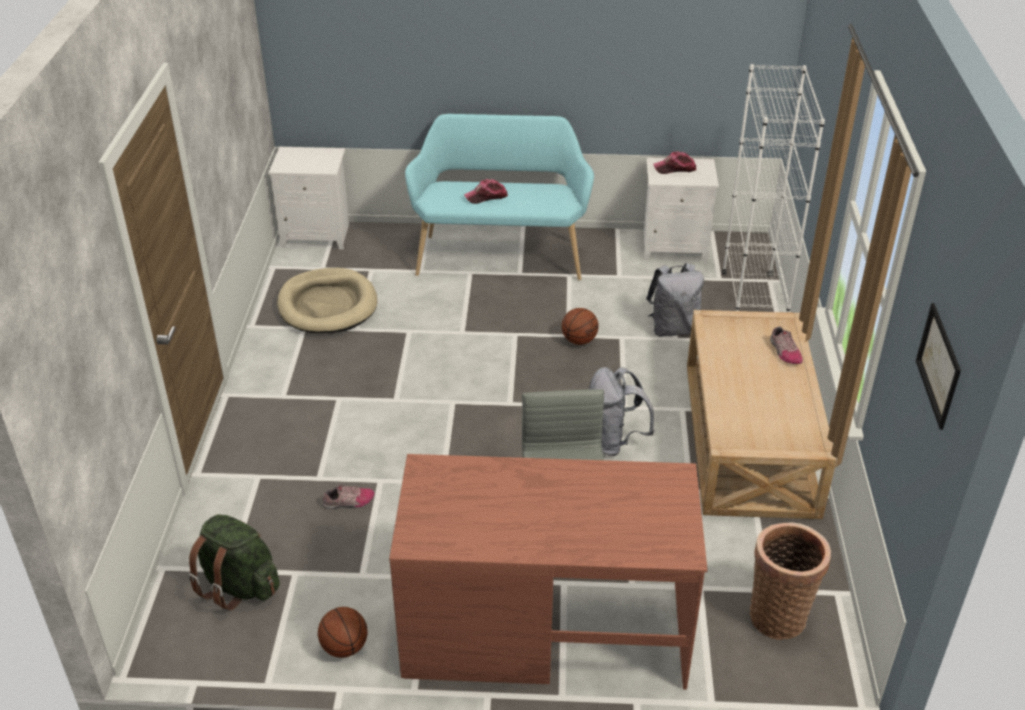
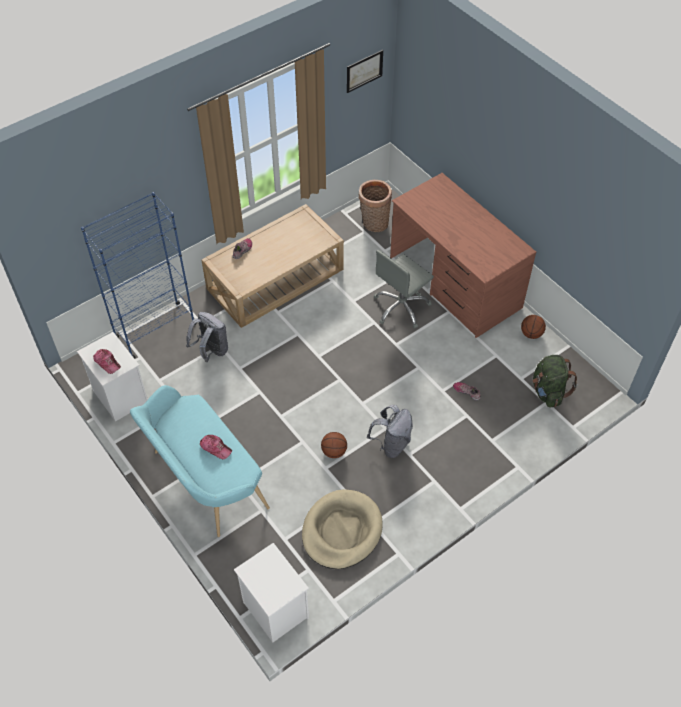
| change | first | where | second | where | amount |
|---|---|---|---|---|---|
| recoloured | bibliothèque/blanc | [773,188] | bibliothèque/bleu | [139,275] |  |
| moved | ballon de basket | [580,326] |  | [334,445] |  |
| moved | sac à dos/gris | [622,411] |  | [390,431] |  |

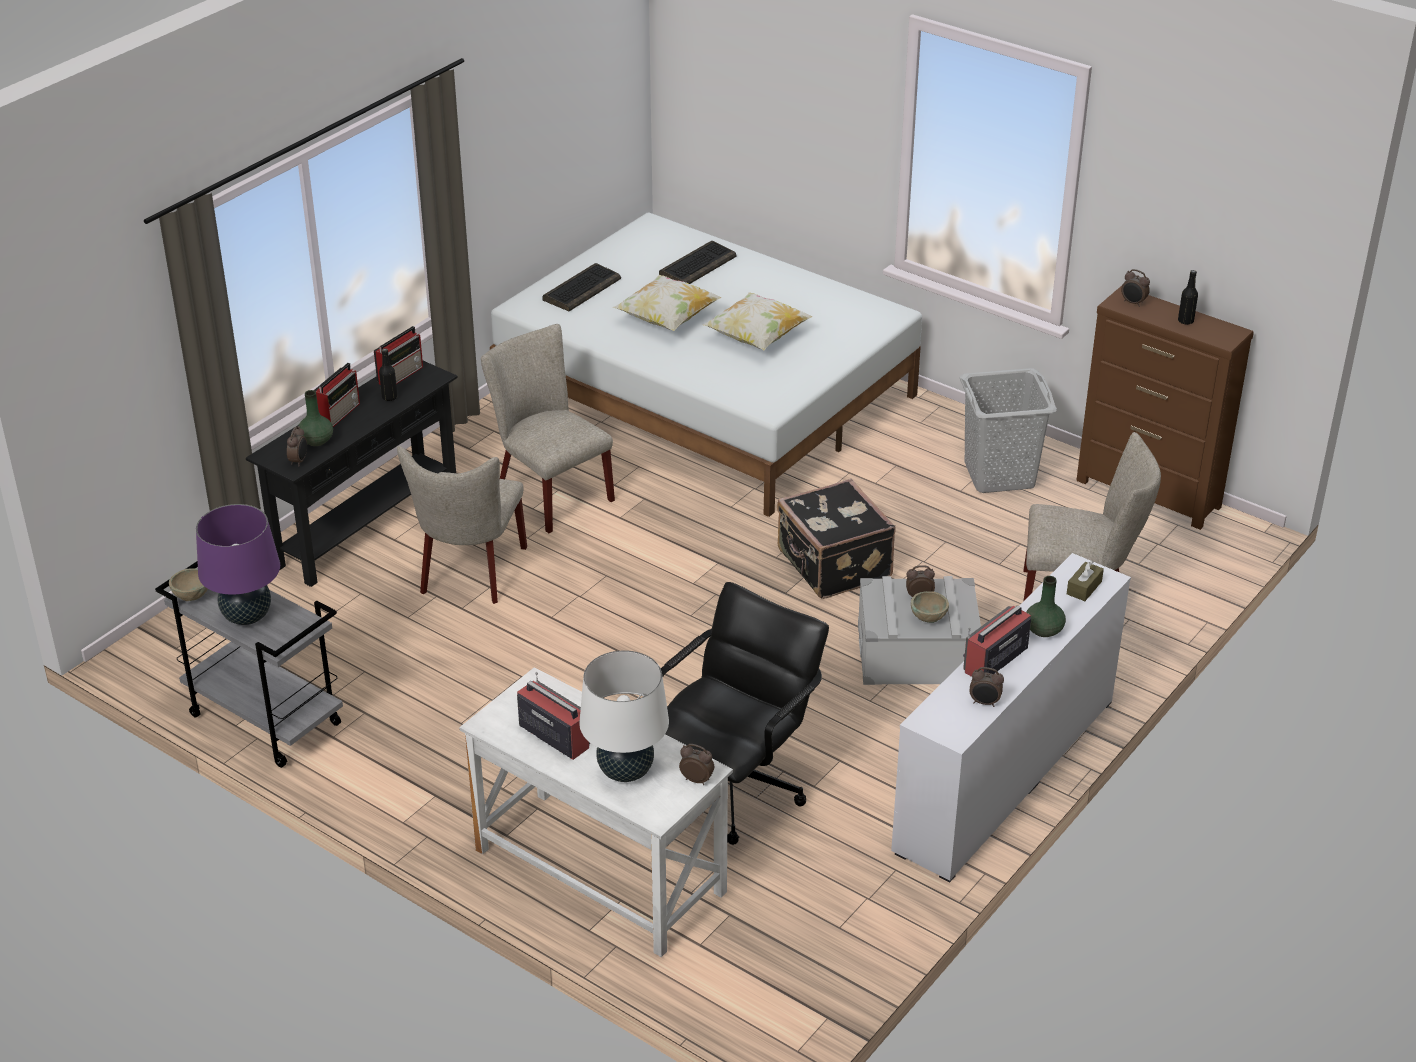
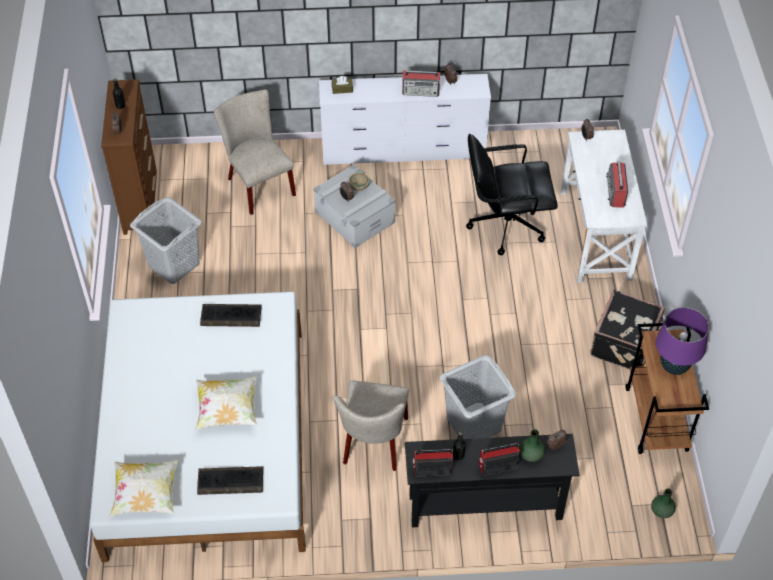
| change | first | where | second | where | amount |
|---|---|---|---|---|---|
| moved | clavier | [697,262] |  | [231,315] |  |
| moved | coussin | [757,321] |  | [143,488] |  |
| replaced | chaise/beige | [462,525] | panier à linge/gris | [478,397] |  |
| moved | valise/noir | [836,539] |  | [627,329] |  |
| recoloured | chariot/gris | [249,665] | chariot/marron | [667,388] |  |
| removed | bol/beige | [188,584] |  |  |  |
| moved | vase/vert | [1046,606] |  | [663,503] |  |
| removed | lampe de table/blanc | [624,716] |  |  |  |

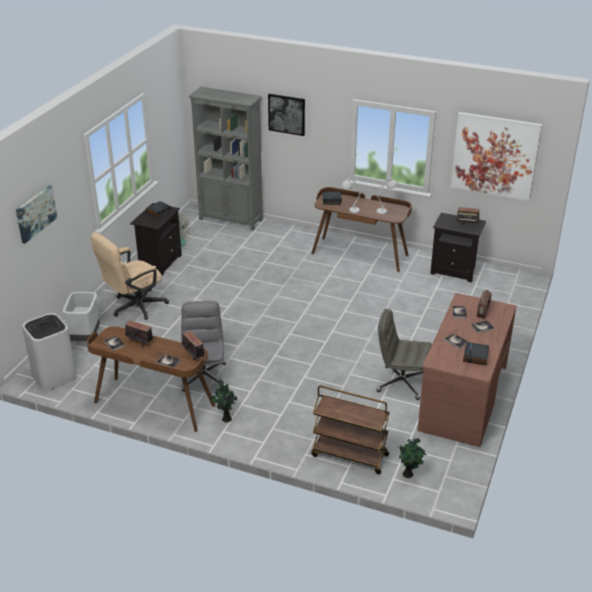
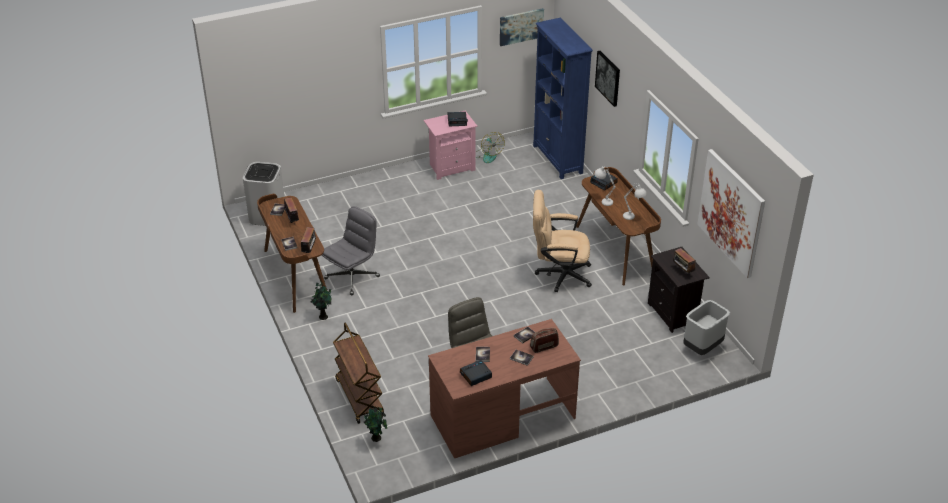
| change | first | where | second | where | amount |
|---|---|---|---|---|---|
| recoloured | bibliothèque/gris | [225,159] | bibliothèque/bleu | [563,98] |  |
| moved | tableau | [36,214] |  | [522,27] |  |
| recoloured | table de chevet/noir | [156,239] | table de chevet/rose | [451,145] |  |
| moved | chaise de bureau/beige | [130,276] |  | [562,241] |  |
| moved | poubelle/gris | [81,316] |  | [706,327] |  |

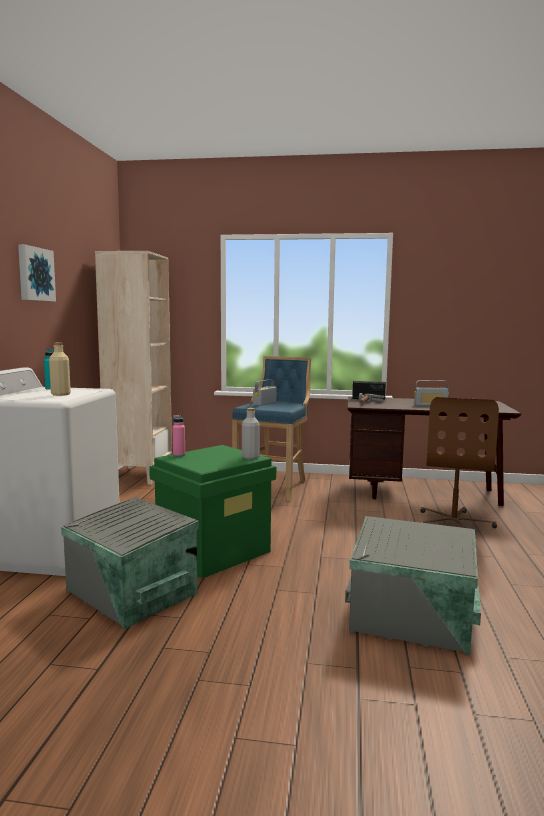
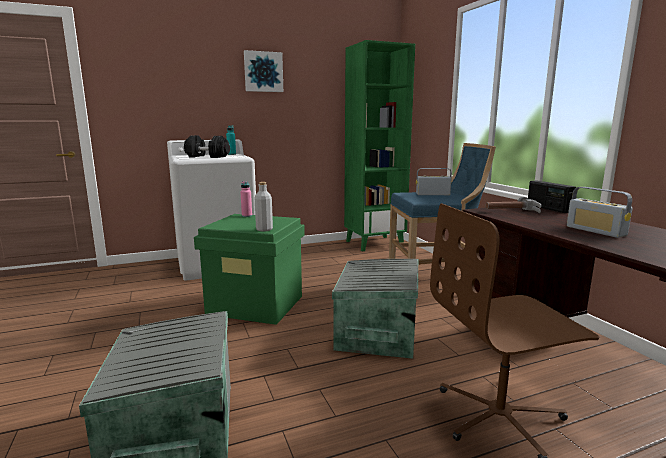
| change | first | where | second | where | amount |
|---|---|---|---|---|---|
| recoloured | bibliothèque/beige | [133,368] | bibliothèque/vert | [379,145] |  |
| replaced | bouteille/beige | [60,369] | haltère/noir | [207,146] |  |
| moved | boîte de rangement/gris | [130,563] |  | [375,309] |  |

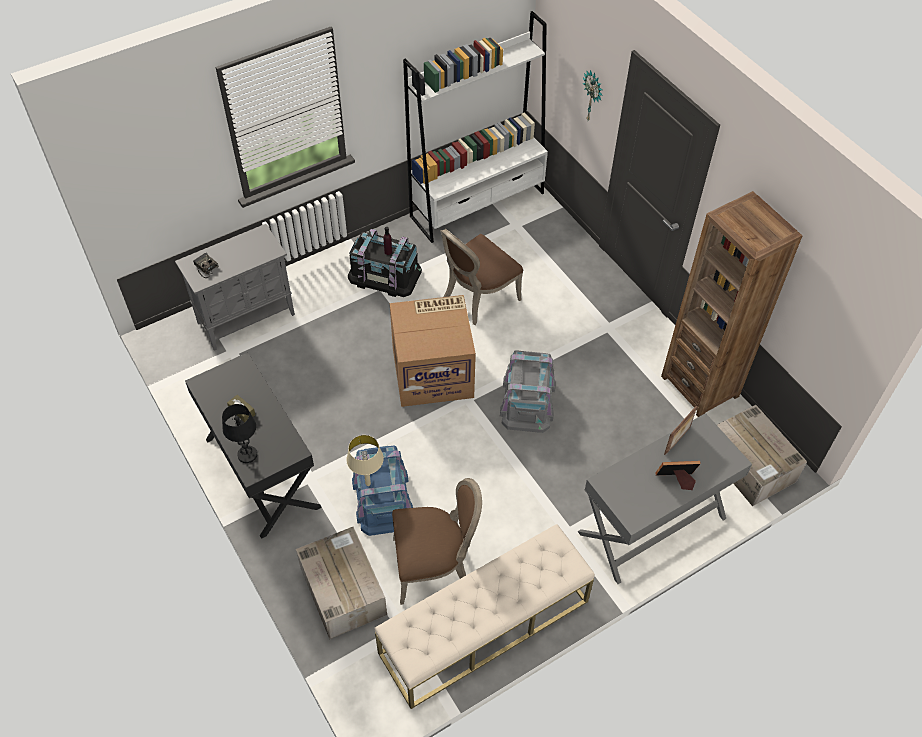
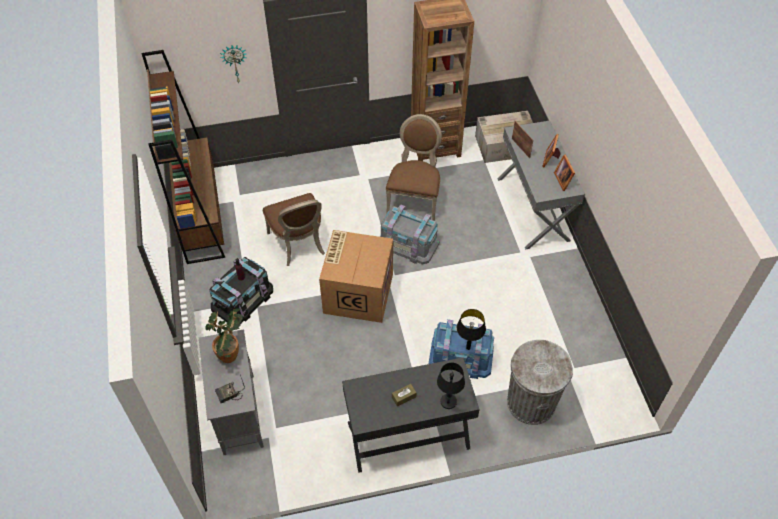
| change | first | where | second | where | amount |
|---|---|---|---|---|---|
| recoloured | bibliothèque/blanc | [475,127] | bibliothèque/marron | [183,157] |  |
| recoloured | lampe de table/beige | [365,460] | lampe de table/noir | [471,329] |  |
| moved | chaise/marron | [437,541] |  | [414,167] |  |
| removed | banc/beige | [484,616] |  |  |  |
| replaced | carton | [341,583] | poubelle/gris | [540,382] |  |
| added |  |  | cadre photo | [564,173] |  |
| added |  |  | plante en pot | [224,335] |  |

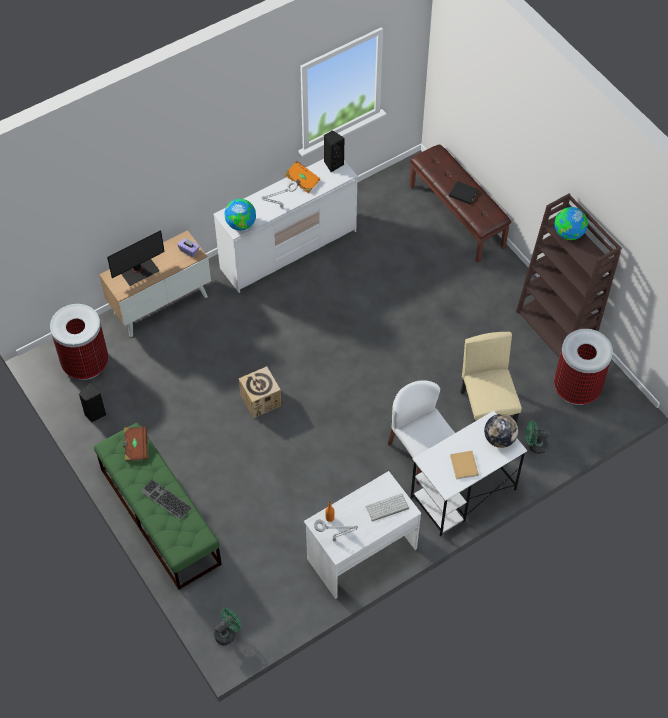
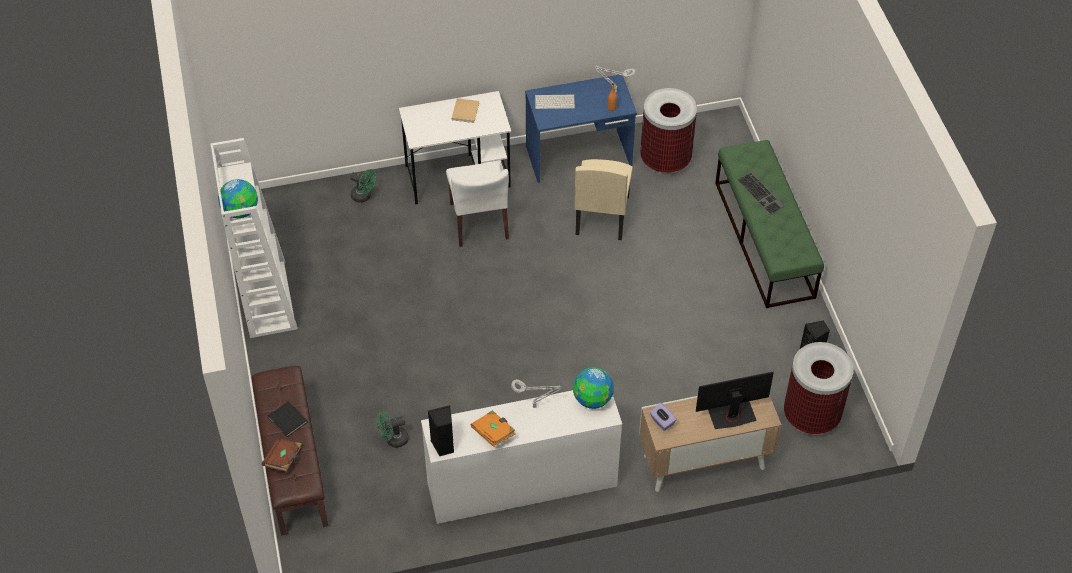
| change | first | where | second | where | amount |
|---|---|---|---|---|---|
| recoloured | bibliothèque/marron | [569,275] | bibliothèque/blanc | [254,238] |  |
| moved | poubelle | [583,367] |  | [668,132] |  |
| moved | chaise/beige | [491,377] |  | [604,199] |  |
| removed | carton | [260,392] |  |  |  |
| removed | globe | [501,431] |  |  |  |
| moved | livre/marron | [135,443] |  | [282,455] |  |
| recoloured | bureau/blanc | [362,535] | bureau/bleu | [581,129] |  |
| moved | ventilateur/vert | [227,627] |  | [393,429] |  |

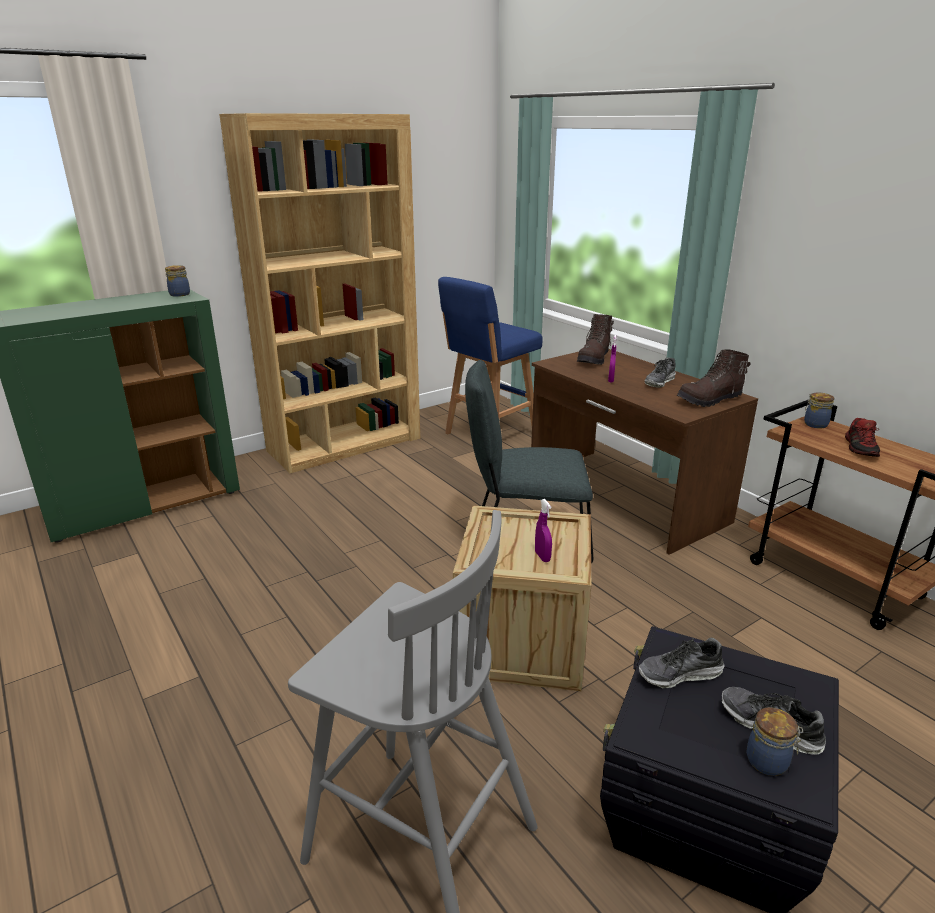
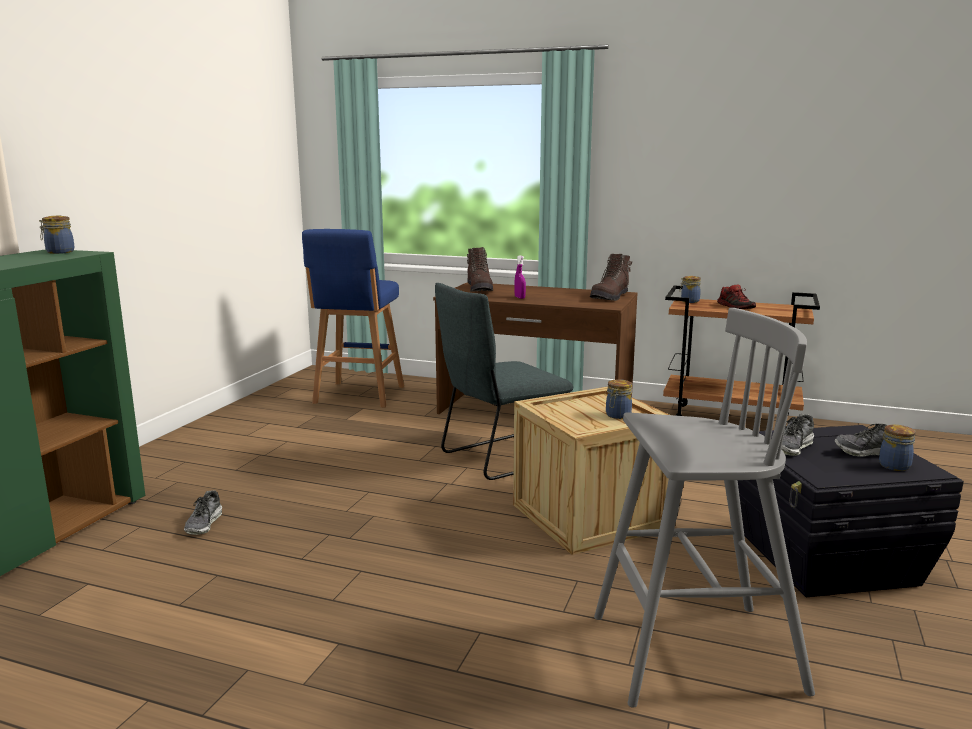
| change | first | where | second | where | amount |
|---|---|---|---|---|---|
| removed | bibliothèque/marron | [319,293] |  |  |  |
| moved | chaussure | [660,372] |  | [203,512] |  |
| replaced | vaporisateur/violet | [543,530] | bocal | [619,399] |  |

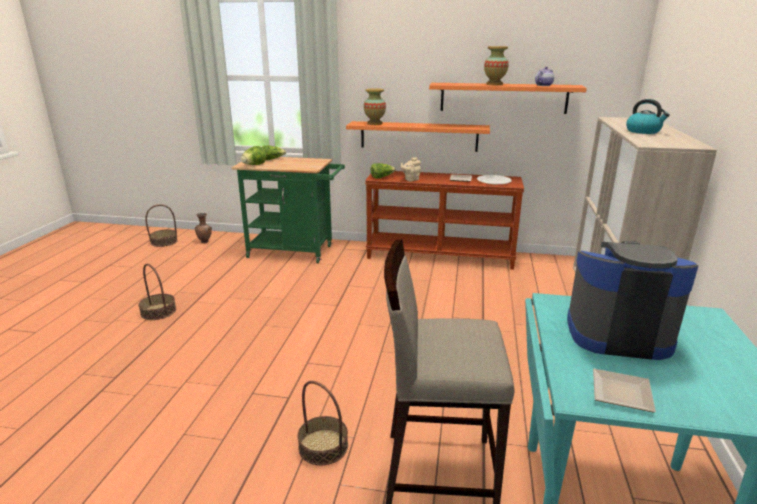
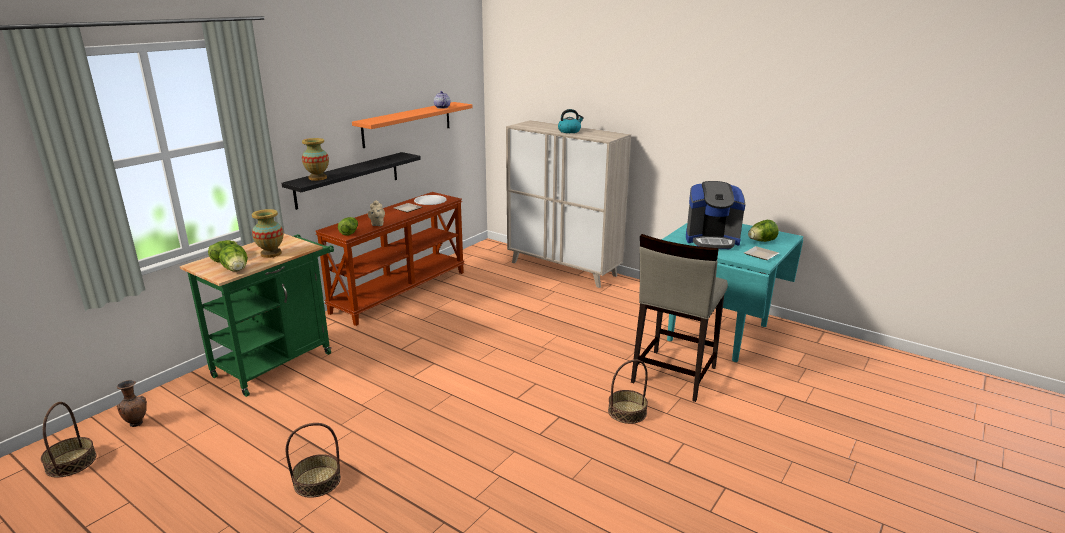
| change | first | where | second | where | amount |
|---|---|---|---|---|---|
| moved | vase | [496,65] |  | [267,233] |  |
| recoloured | étagère/orange | [418,136] | étagère/noir | [351,181] |  |
| turned | machine à café | [632,300] |  | [715,215] | 120 degrees counterclockwise |
| added |  |  | laitue | [763,231] |  |

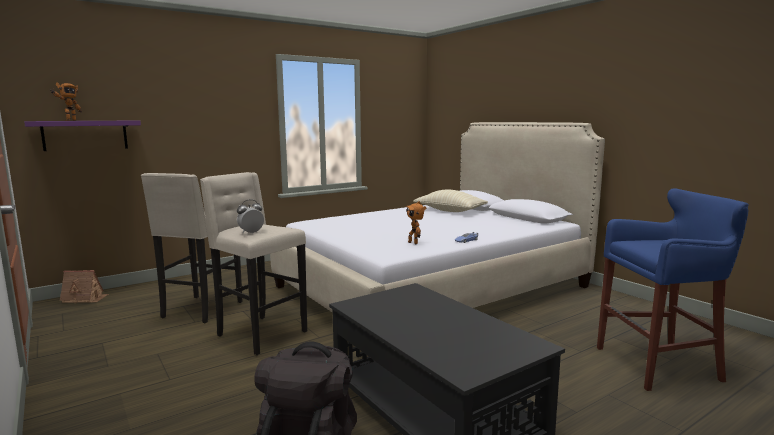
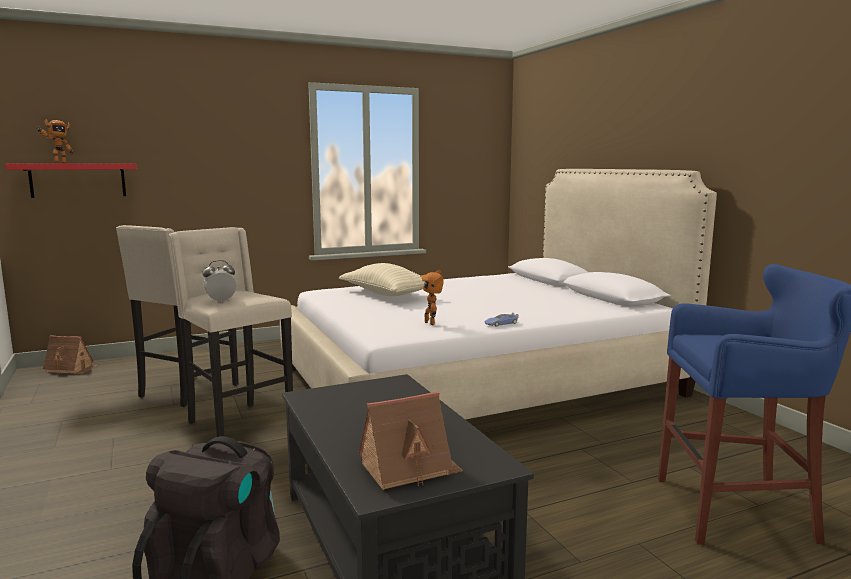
| change | first | where | second | where | amount |
|---|---|---|---|---|---|
| recoloured | étagère/violet | [82,135] | étagère/rouge | [71,180] |  |
| moved | coussin/beige | [450,201] |  | [382,279] |  |
| added |  |  | maison miniature | [410,440] |  |

